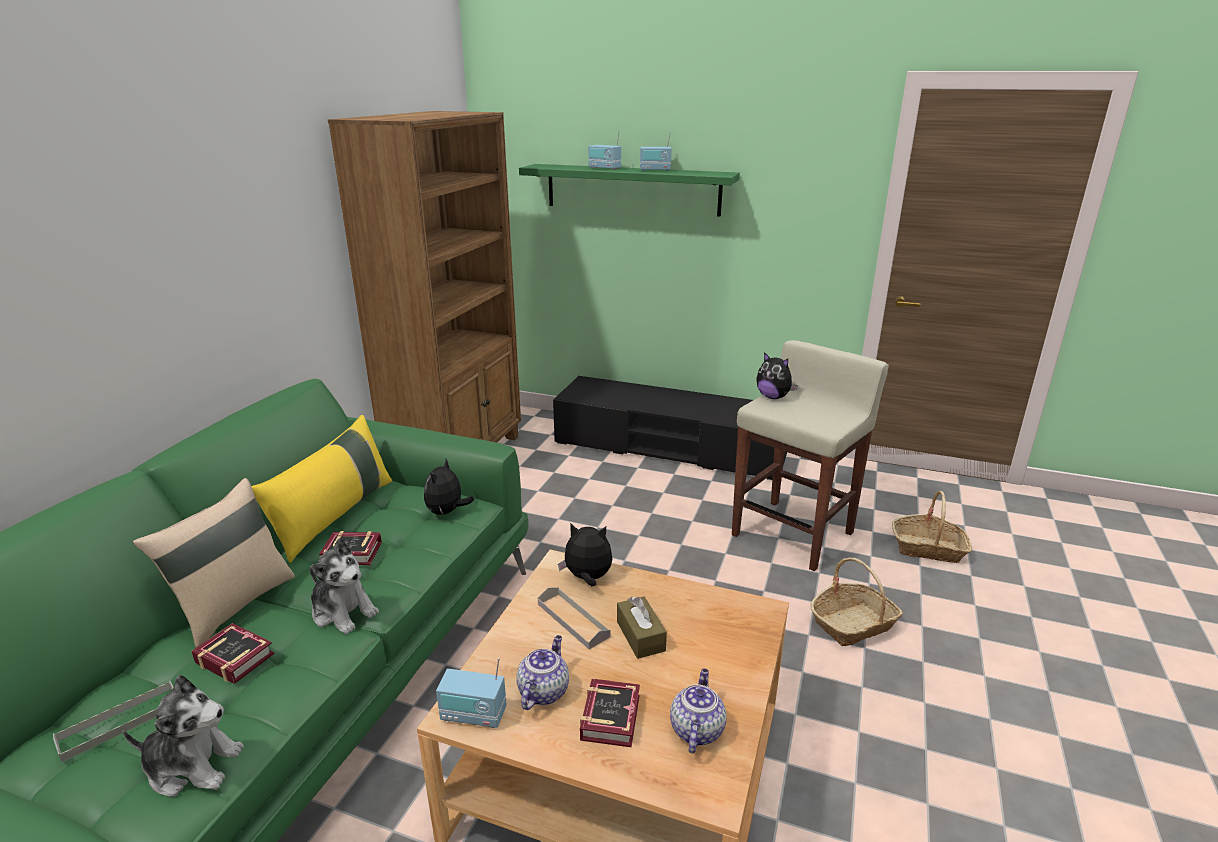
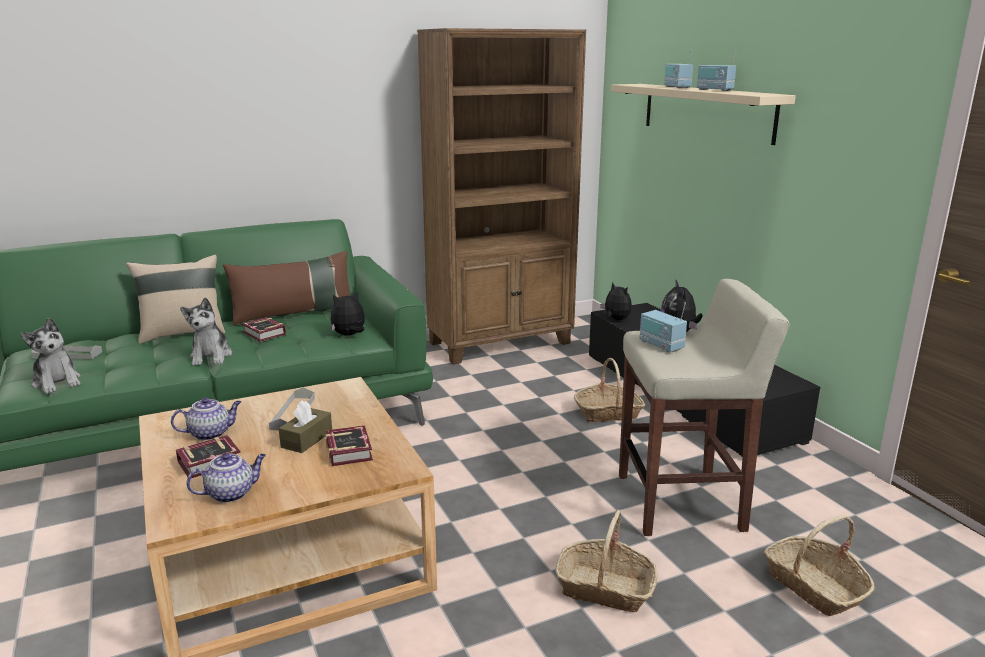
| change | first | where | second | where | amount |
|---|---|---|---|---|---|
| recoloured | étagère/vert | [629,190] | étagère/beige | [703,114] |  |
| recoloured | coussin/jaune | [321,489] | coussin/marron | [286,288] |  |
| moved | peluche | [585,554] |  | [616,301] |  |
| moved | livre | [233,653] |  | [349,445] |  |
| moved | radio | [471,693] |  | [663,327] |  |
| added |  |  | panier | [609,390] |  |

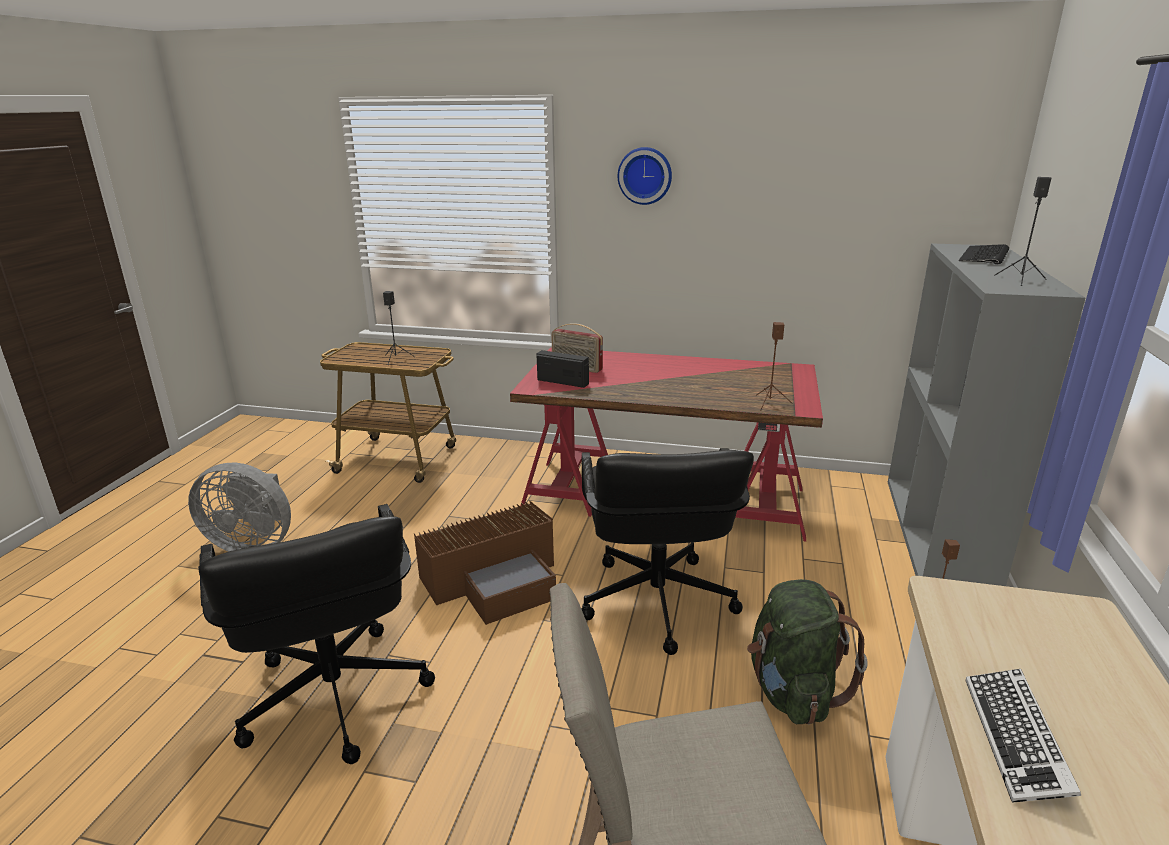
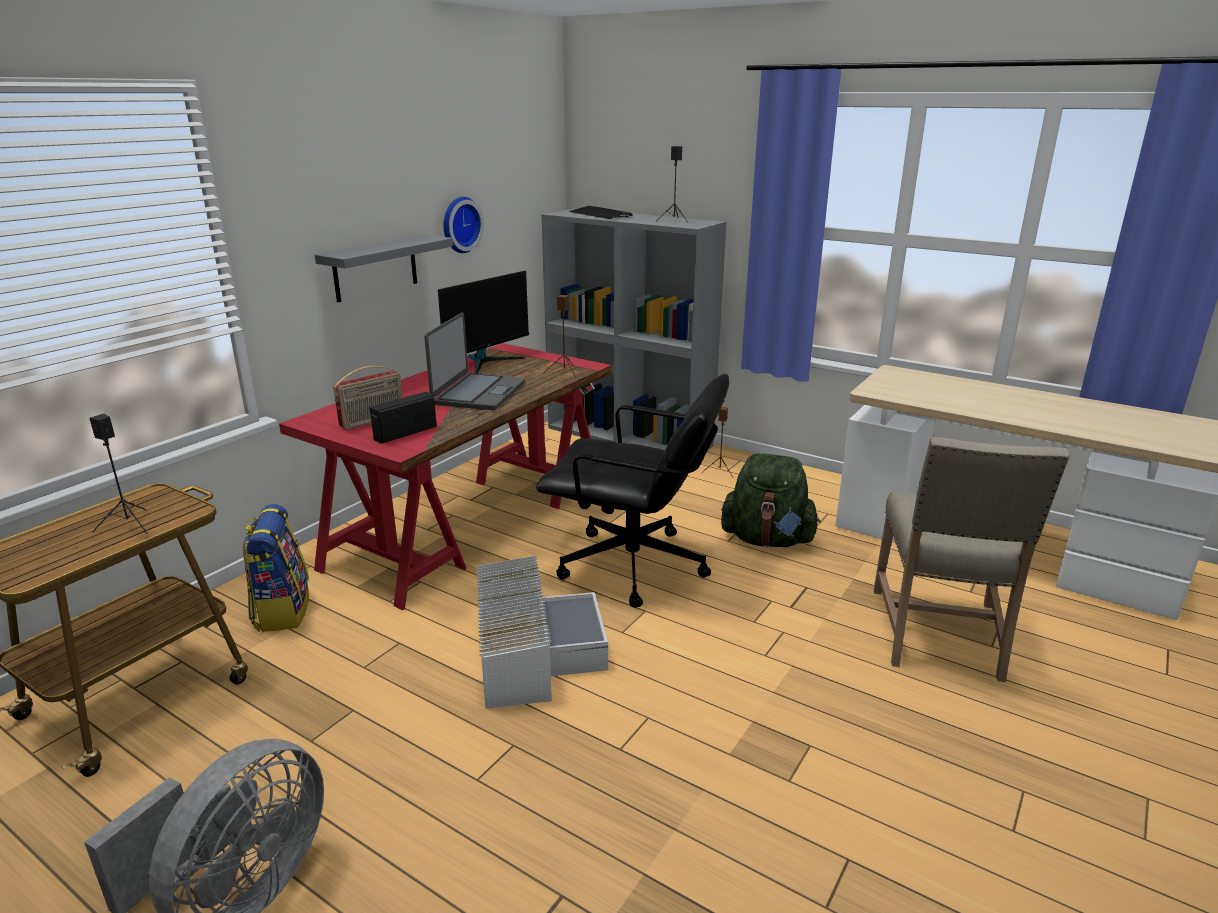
| change | first | where | second | where | amount |
|---|---|---|---|---|---|
| moved | horloge murale | [645,176] |  | [464,225] |  |
| recoloured | boîte de rangement/marron | [485,562] | boîte de rangement/blanc | [542,632] |  |
| removed | chaise de bureau/noir | [316,634] |  |  |  |
| removed | clavier | [1023,736] |  |  |  |
| added |  |  | étagère/gris | [384,268] |  |
| added |  |  | écran d'ordinateur | [483,322] |  |
| added |  |  | ordinateur portable | [474,361] |  |
| added |  |  | sac à dos | [276,568] |  |

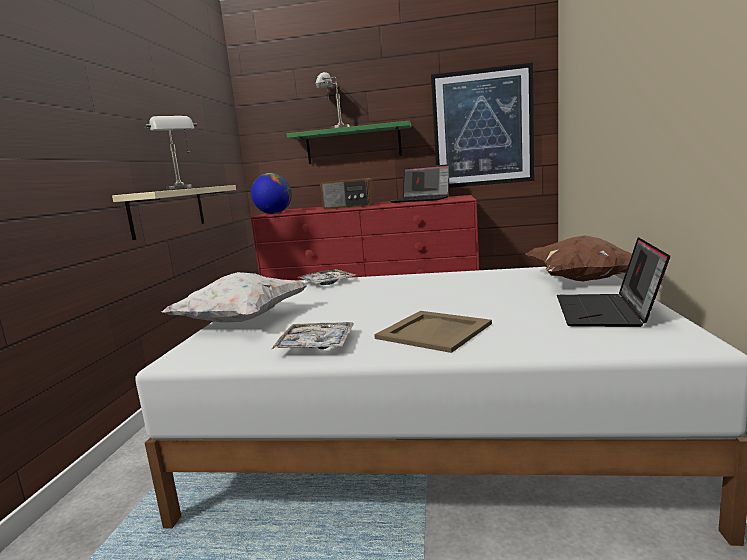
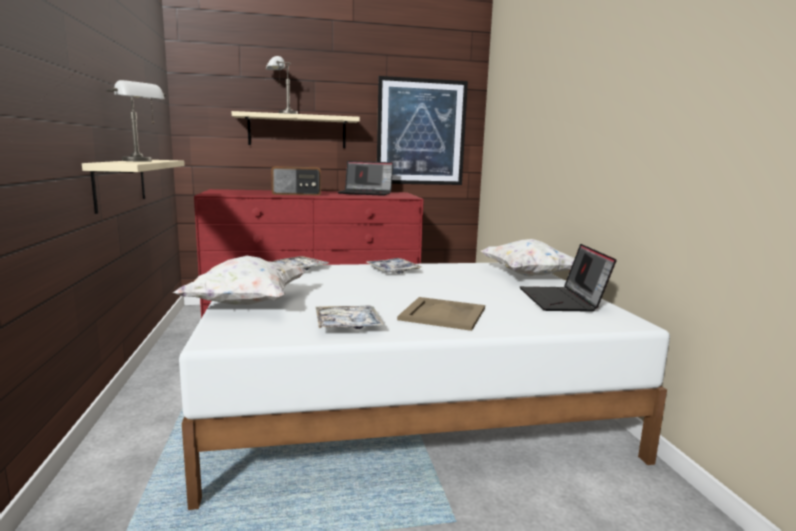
| change | first | where | second | where | amount |
|---|---|---|---|---|---|
| recoloured | étagère/vert | [349,142] | étagère/beige | [296,129] |  |
| removed | globe | [271,193] |  |  |  |
| recoloured | coussin/marron | [578,258] | coussin/blanc | [528,257] |  |
| added |  |  | plateau | [394,266] |  |

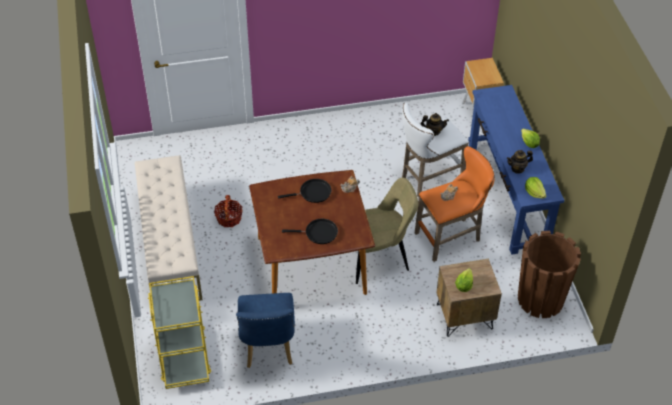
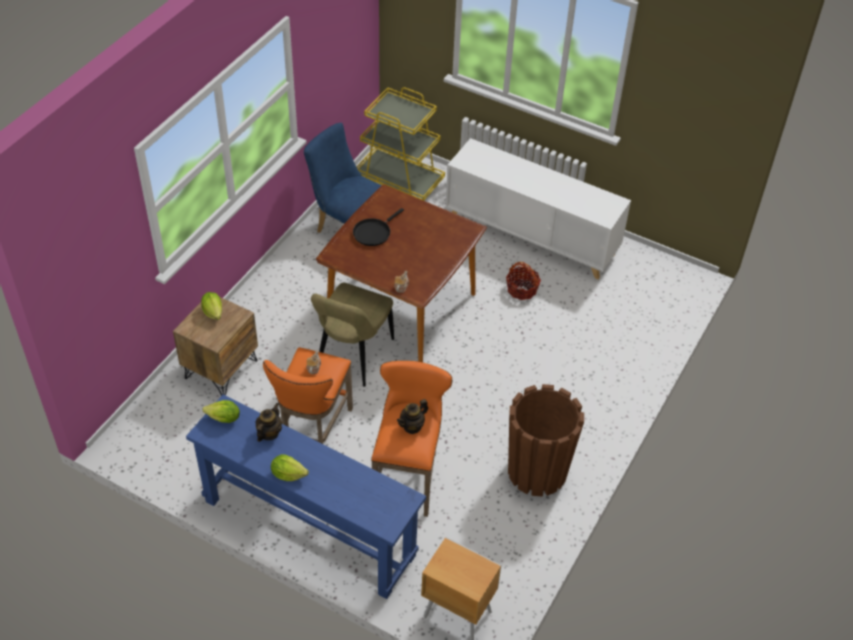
| change | first | where | second | where | amount |
|---|---|---|---|---|---|
| recoloured | tabouret/blanc | [435,150] | tabouret/orange | [411,438] |  |
| replaced | banc/beige | [169,228] | meuble de rangement/blanc | [538,208] |  |
| removed | poêle/noir | [304,191] |  |  |  |
| moved | cache-pot/marron | [549,274] |  | [546,440] |  |

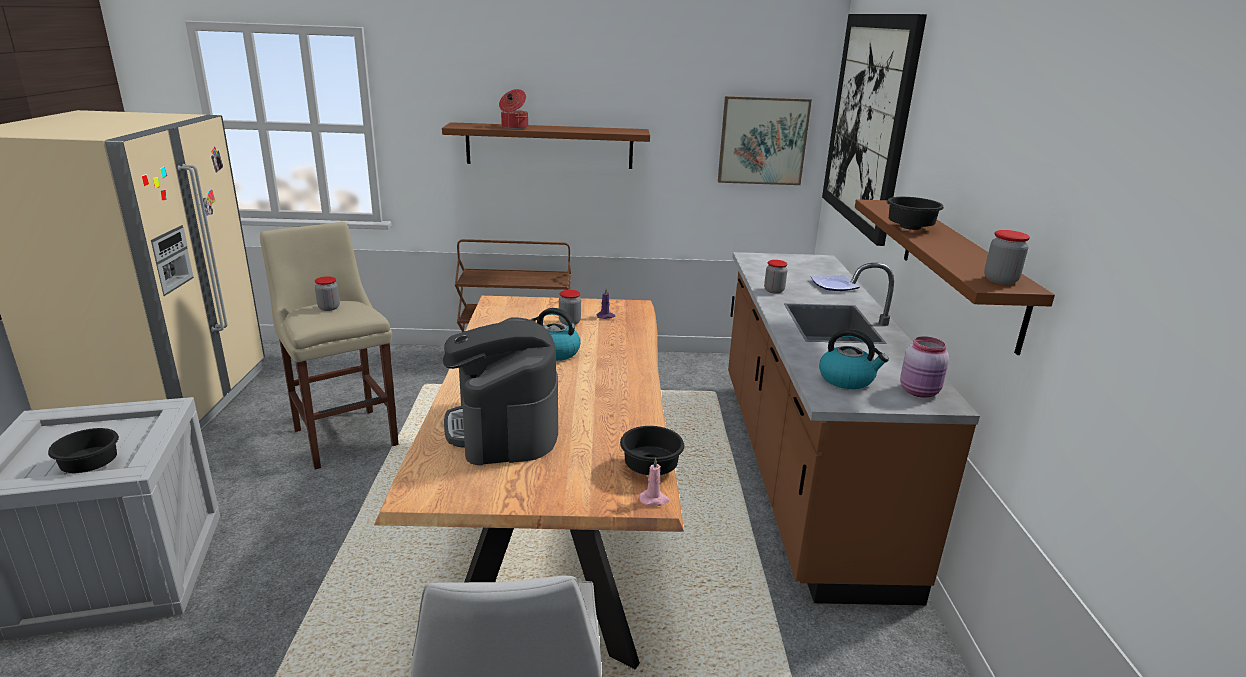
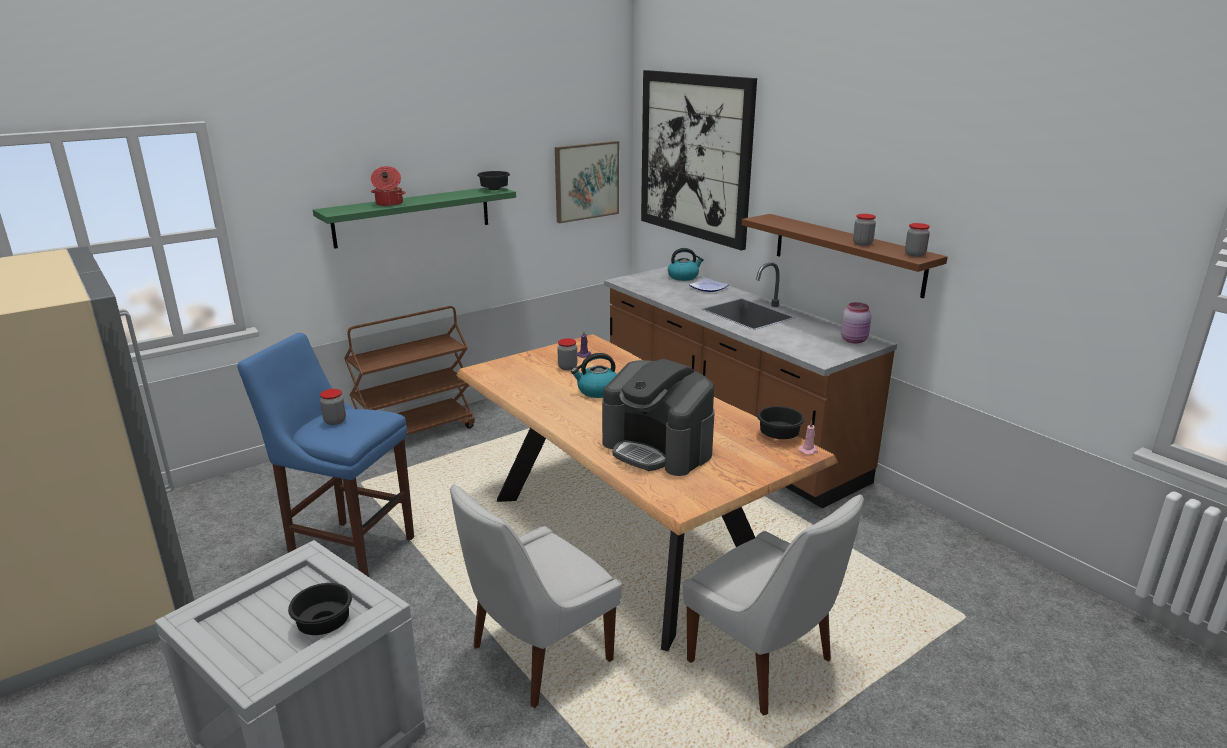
| change | first | where | second | where | amount |
|---|---|---|---|---|---|
| recoloured | étagère/marron | [546,145] | étagère/vert | [414,218] |  |
| moved | bol/noir | [915,213] |  | [493,180] |  |
| recoloured | tabouret/beige | [329,346] | tabouret/bleu | [325,455] |  |
| moved | bocal | [775,277] |  | [864,230] |  |
| moved | bouilloire | [854,359] |  | [686,264] |  |
| added |  |  | chaise/blanc | [536,596] |  |

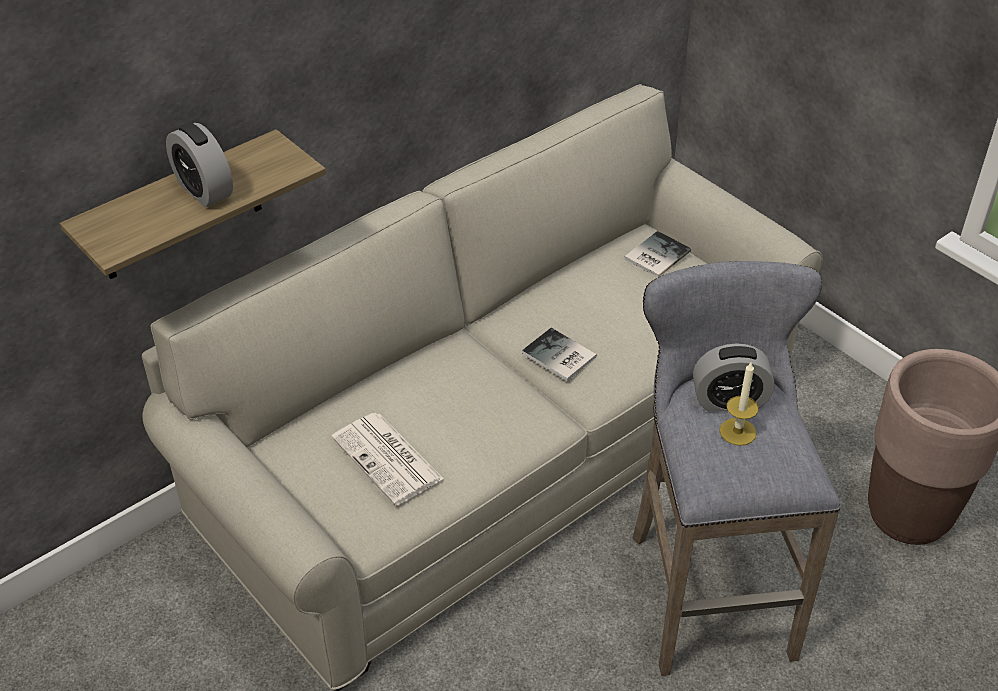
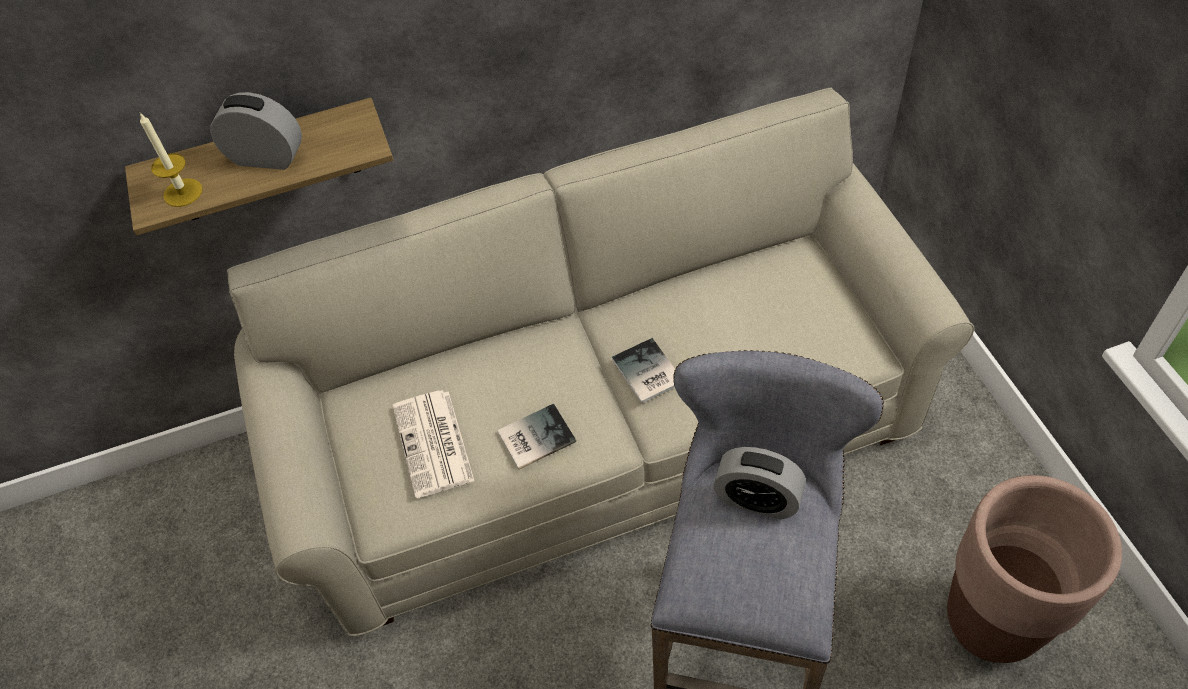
| change | first | where | second | where | amount |
|---|---|---|---|---|---|
| turned | réveil | [199,164] |  | [256,131] | 120 degrees clockwise |
| moved | livre | [657,254] |  | [536,437] |  |
| moved | bougie | [739,404] |  | [171,160] |  |

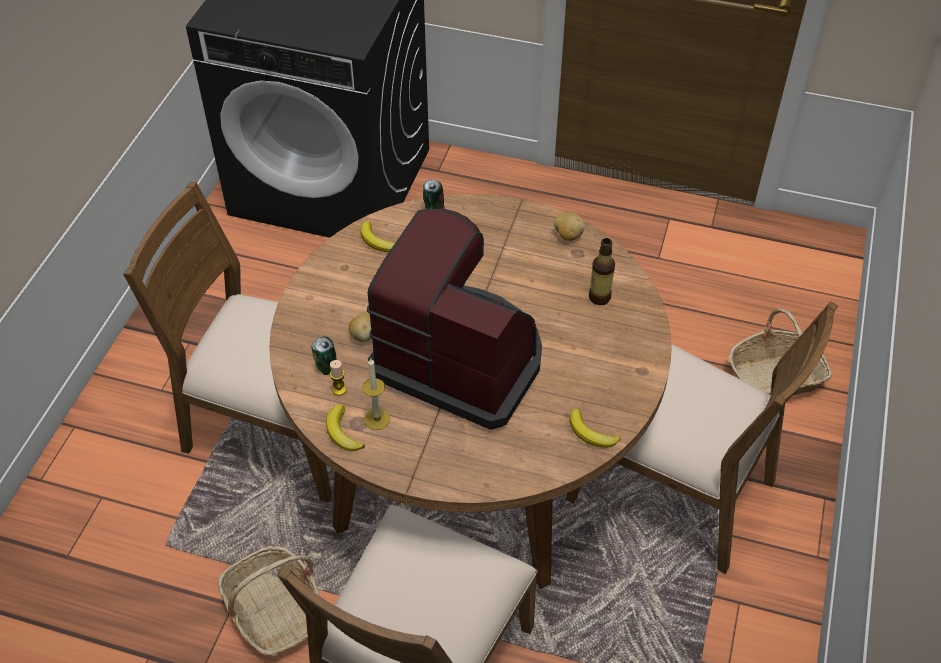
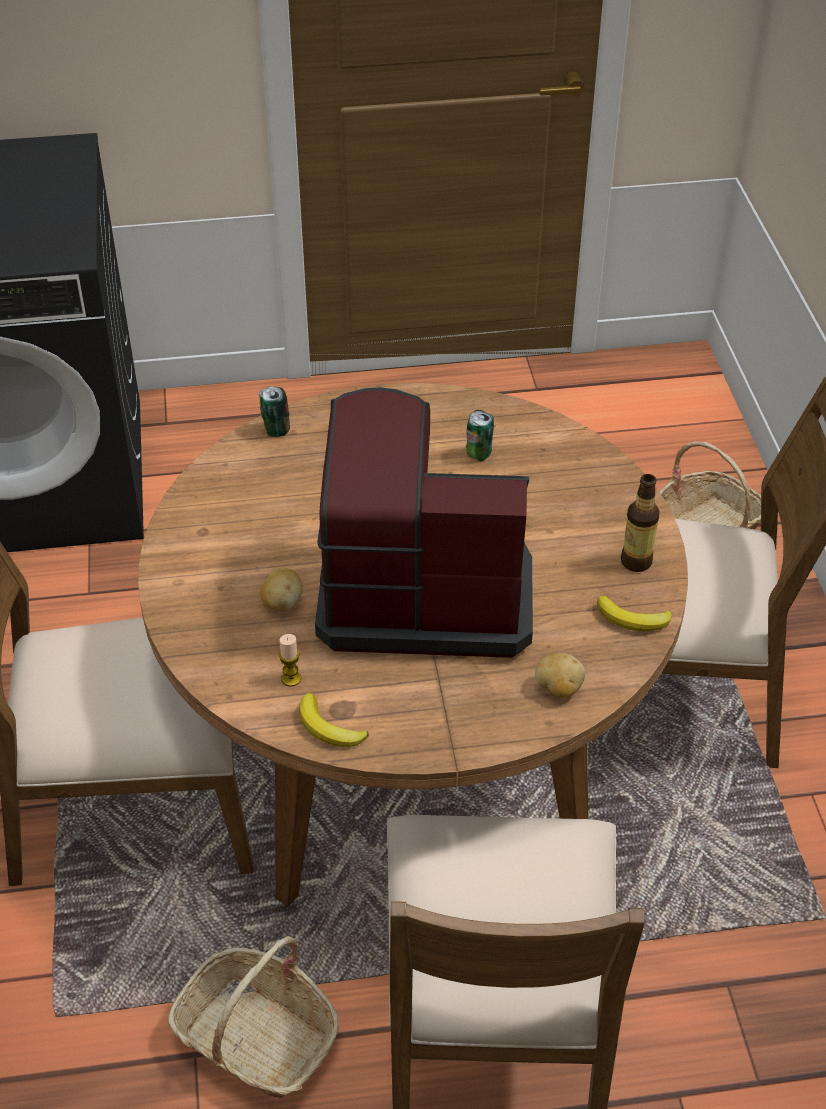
| change | first | where | second | where | amount |
|---|---|---|---|---|---|
| moved | pomme de terre | [569,226] |  | [560,675] |  |
| removed | banane | [377,236] |  |  |  |
| moved | bouteille | [602,271] |  | [640,523] |  |
| moved | boîte métallique | [324,355] |  | [480,435] |  |
| removed | bougie | [376,394] |  |  |  |

